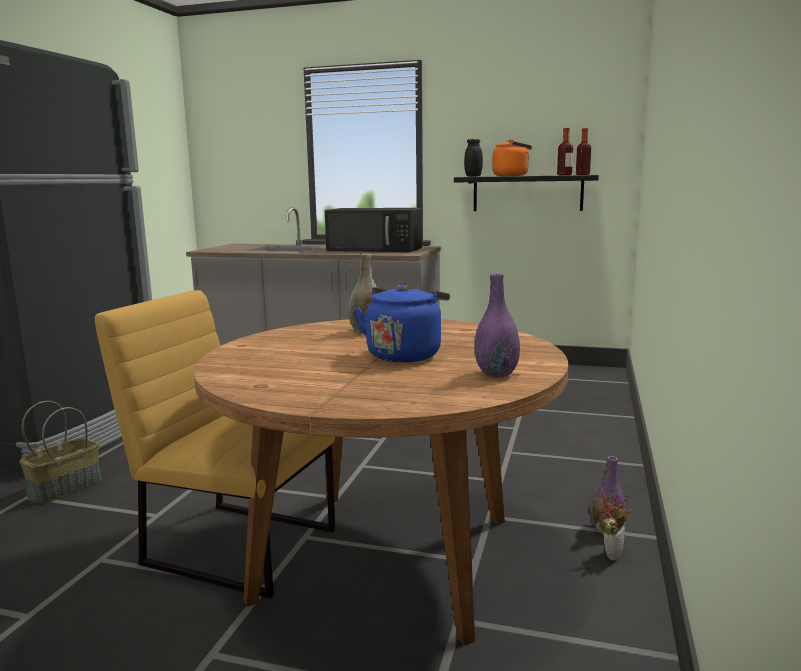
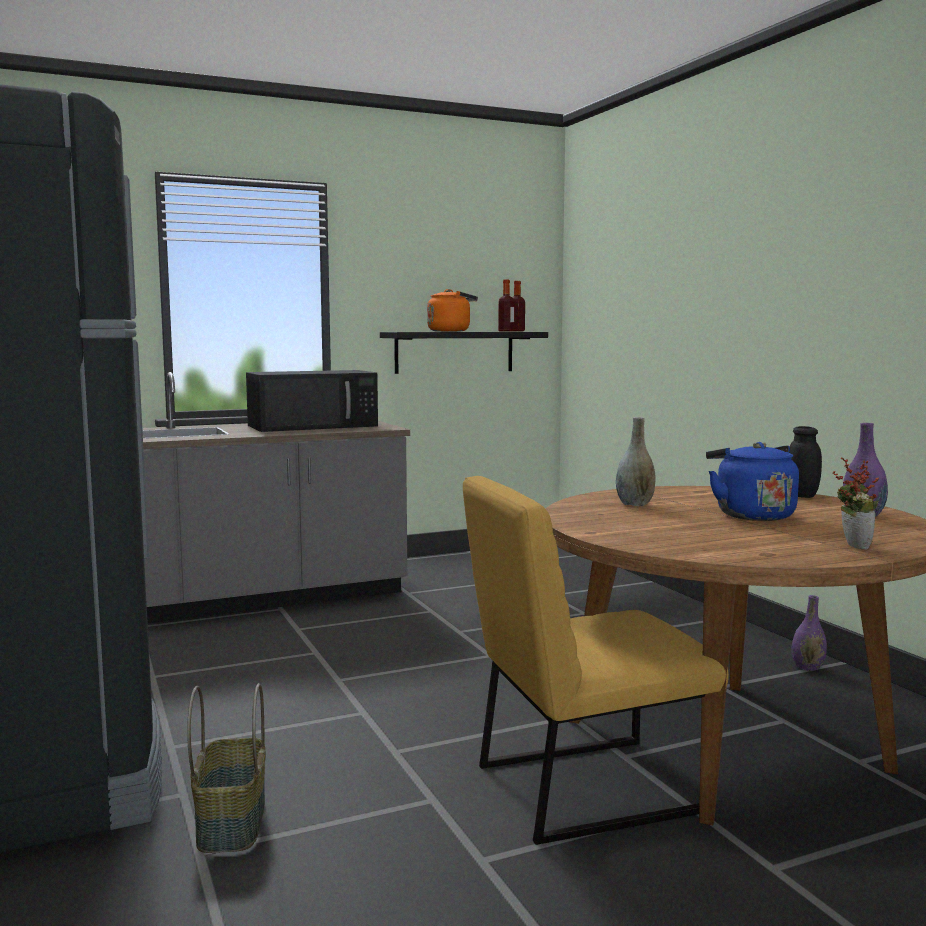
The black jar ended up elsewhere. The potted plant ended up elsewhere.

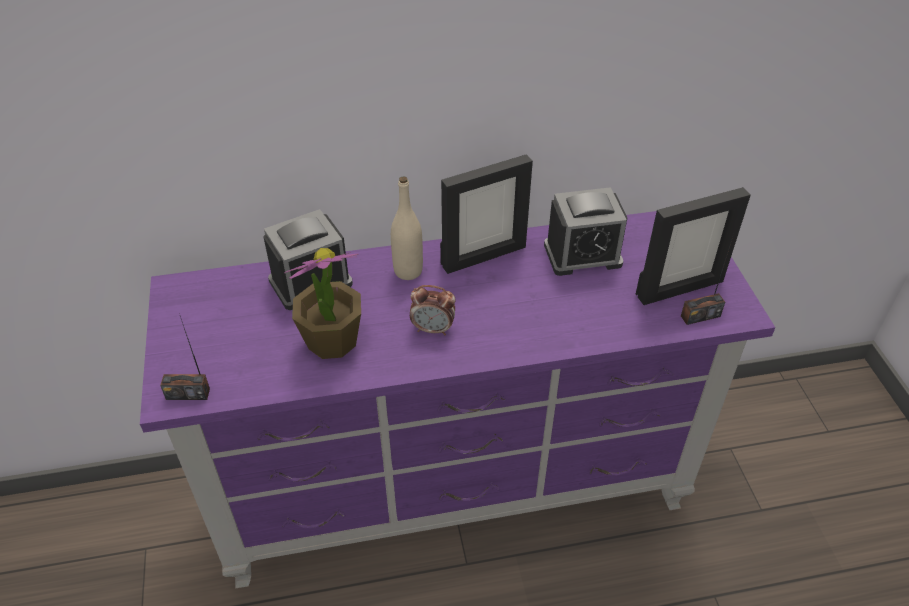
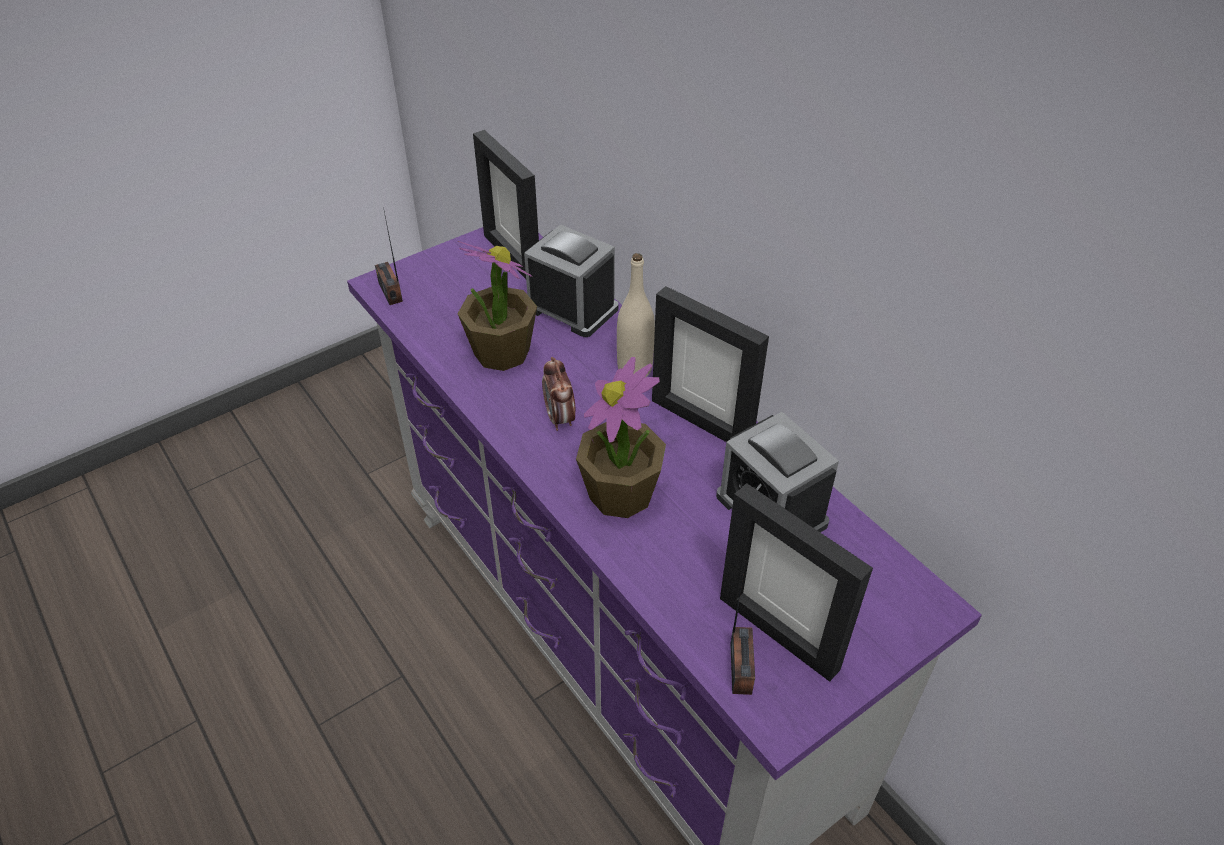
The radio (no. 2 from left) ended up facing another way, 135 degrees counterclockwise from before. The second view gained the picture frame (no. 1 from left). The second view gained the potted plant (no. 2 from left).

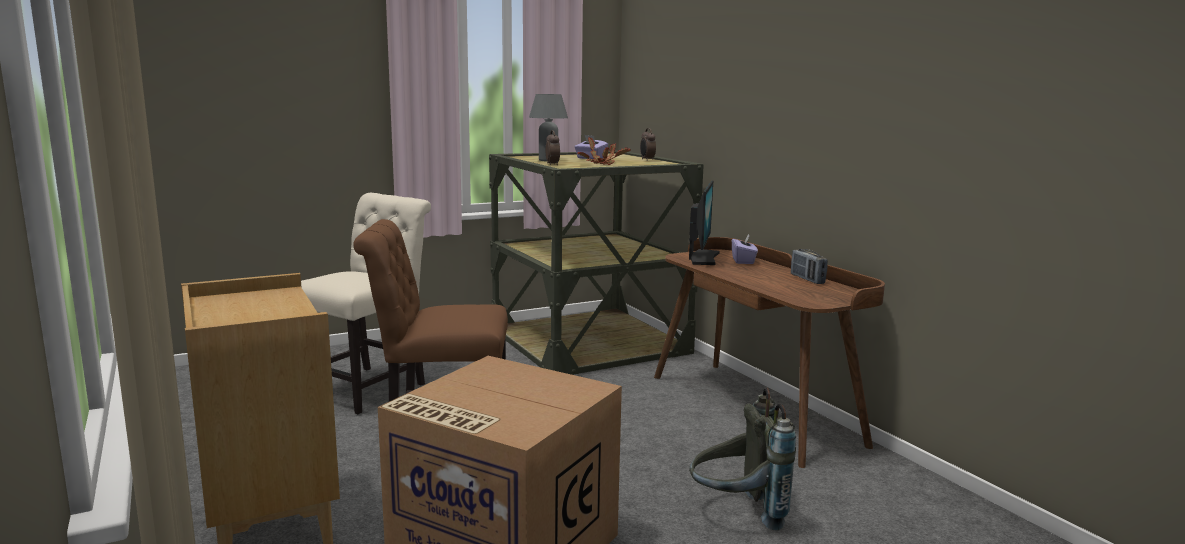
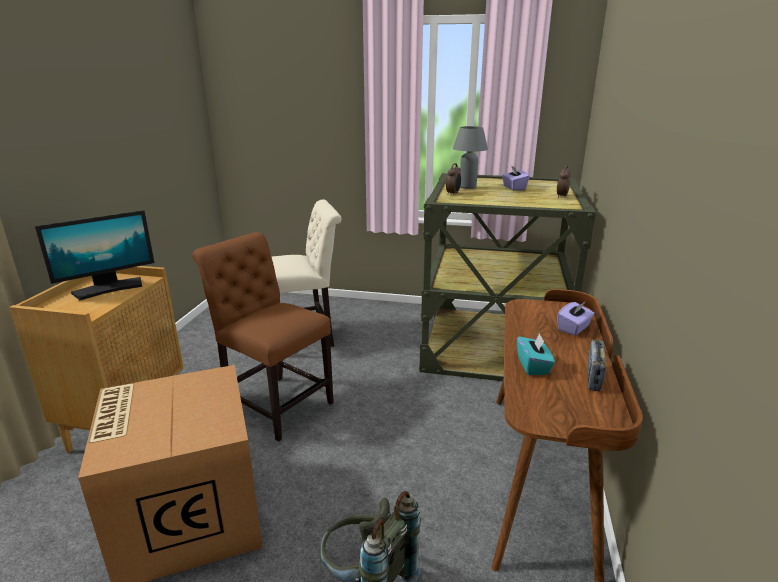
The second view lost the potted plant. The monitor ended up elsewhere. The second view gained the turquoise tissue box.

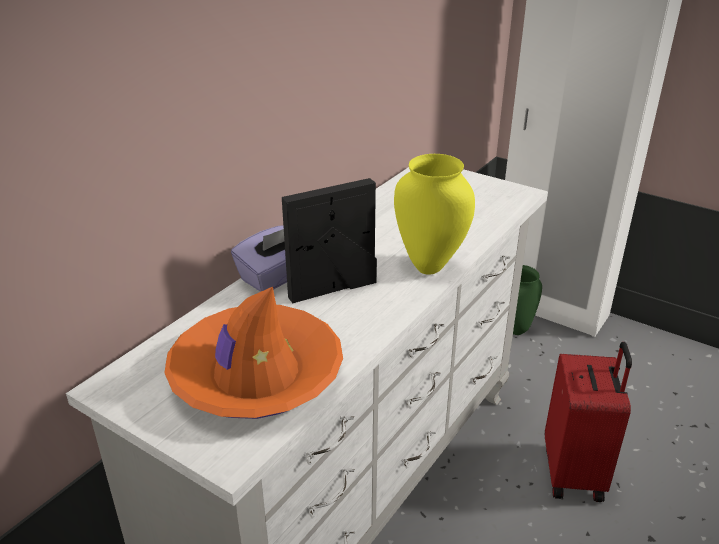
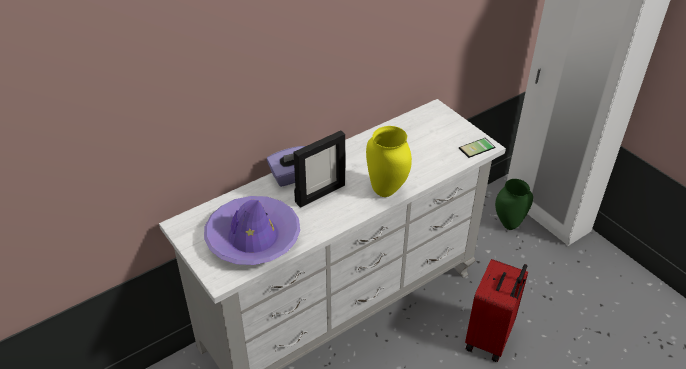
The picture frame ended up facing another way, 150 degrees clockwise from before. What was the orange hat turned into the purple hat. The second view gained the phone.

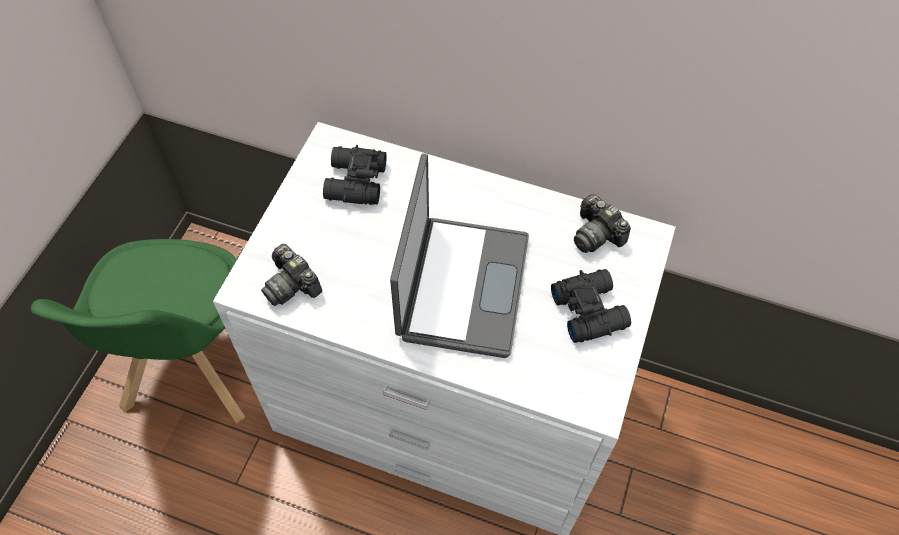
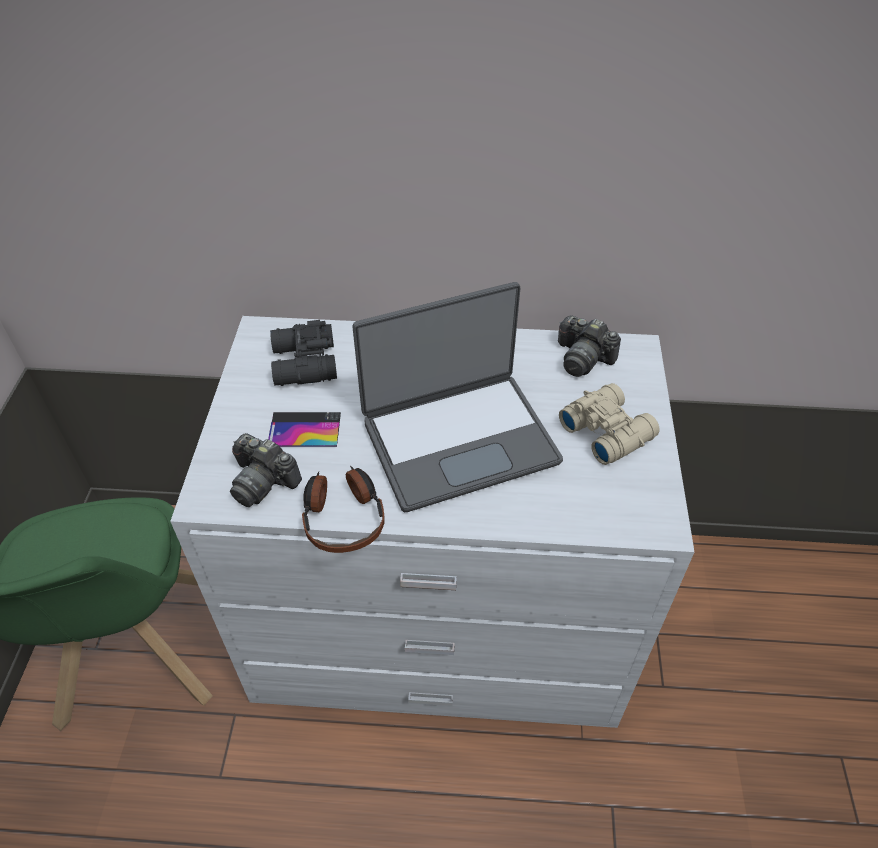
The laptop ended up facing another way, 75 degrees clockwise from before. What was the black binoculars (no. 2 from left) turned into the beige binoculars. The second view gained the phone. The second view gained the headphones.

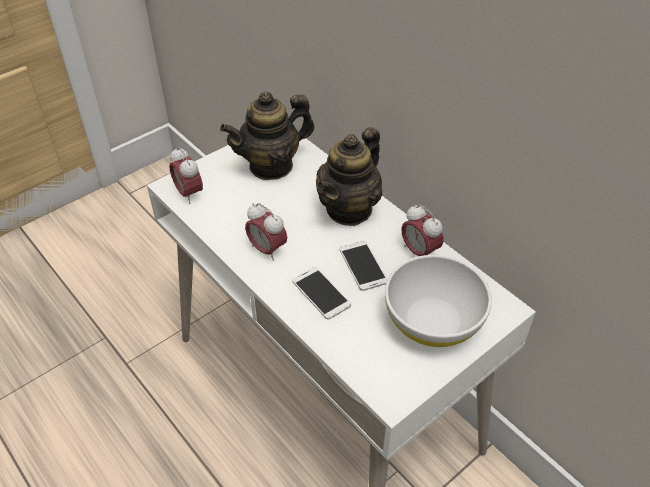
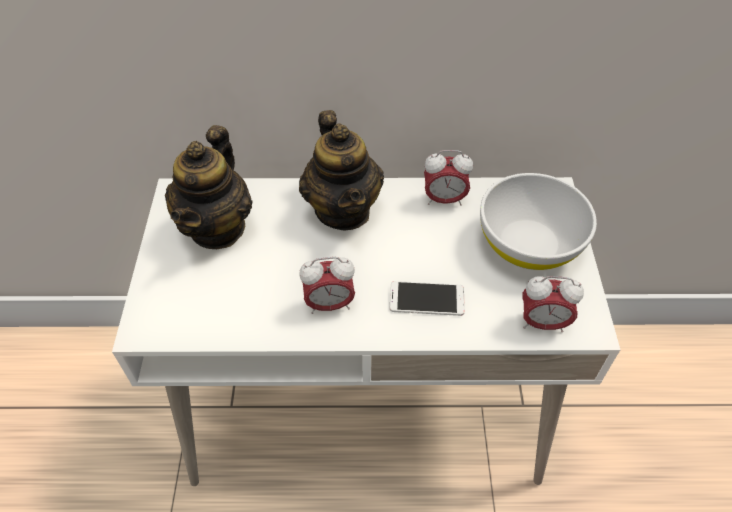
The alarm clock (no. 1 from left in the first image) ended up elsewhere. The second view lost the phone (no. 2 from left).

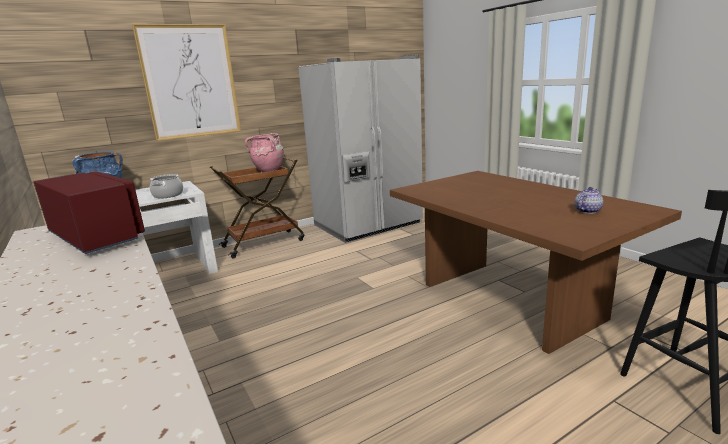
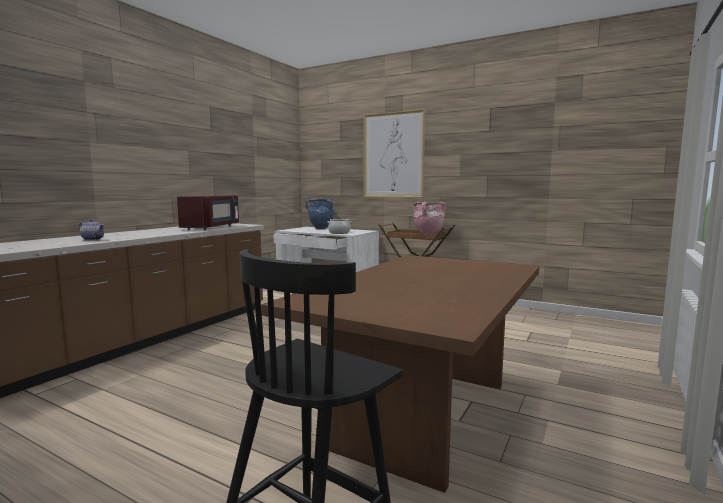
The second view lost the white fridge. The teapot ended up elsewhere.

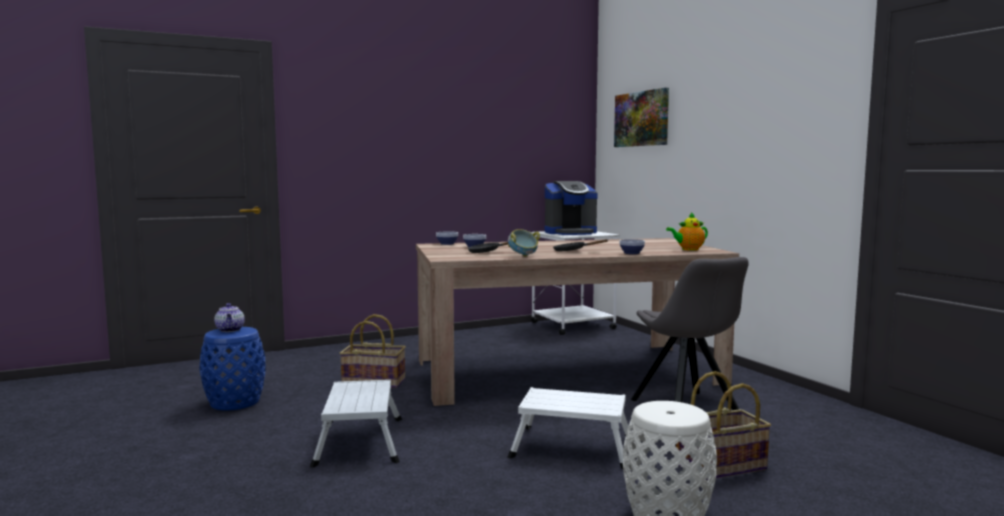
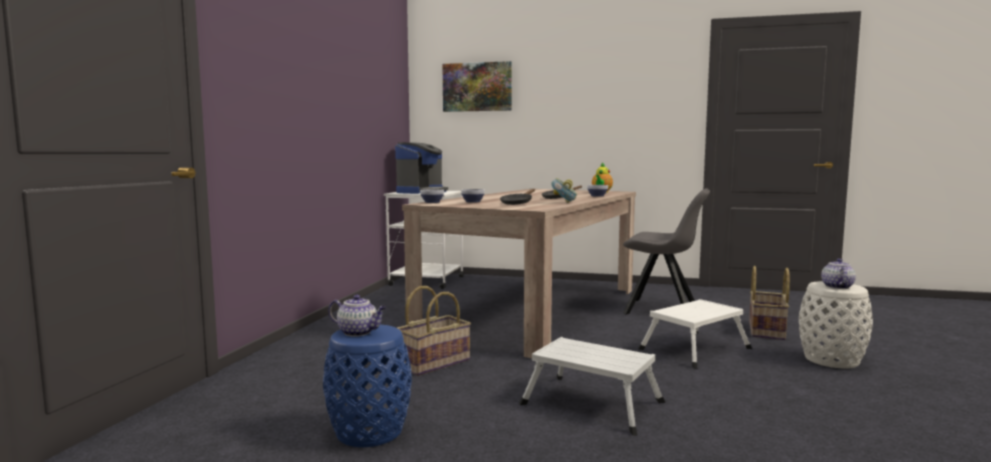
The second view gained the teapot (no. 3 from left).

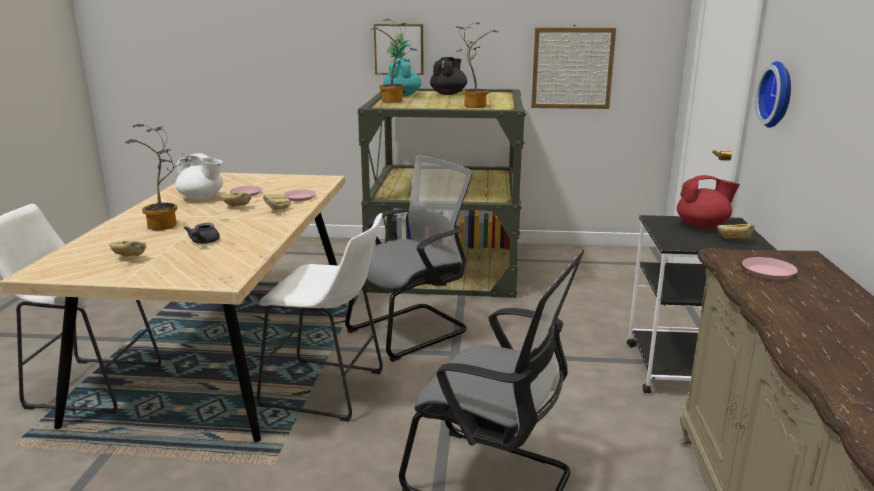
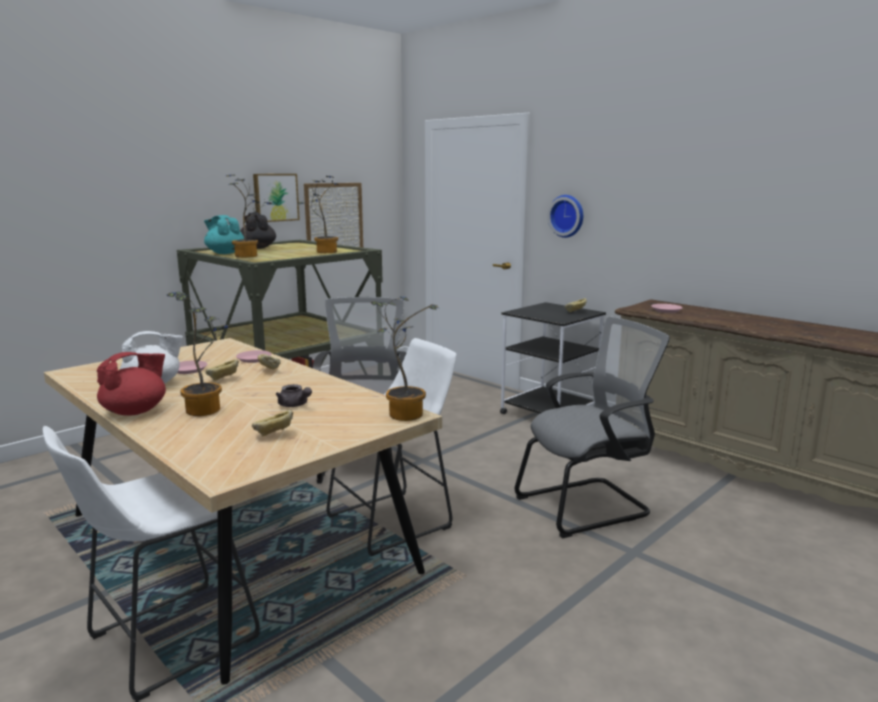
The picture (no. 1 from left) ended up elsewhere. The red teapot ended up elsewhere. The second view gained the potted plant (no. 4 from left).

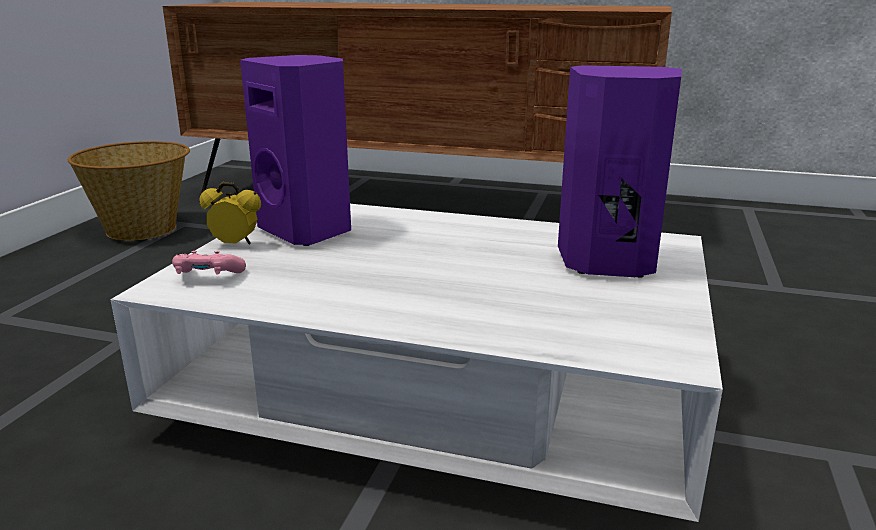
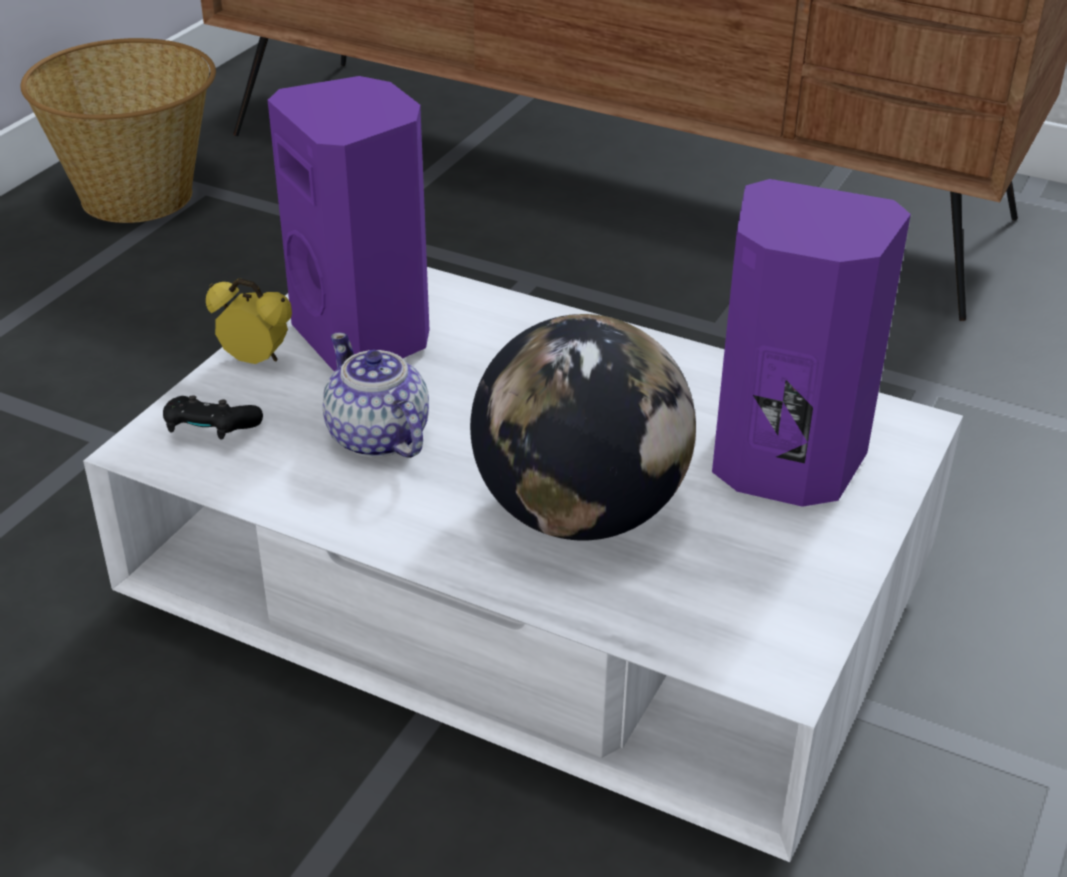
What was the pink game controller turned into the black game controller. The second view gained the globe. The second view gained the teapot.

